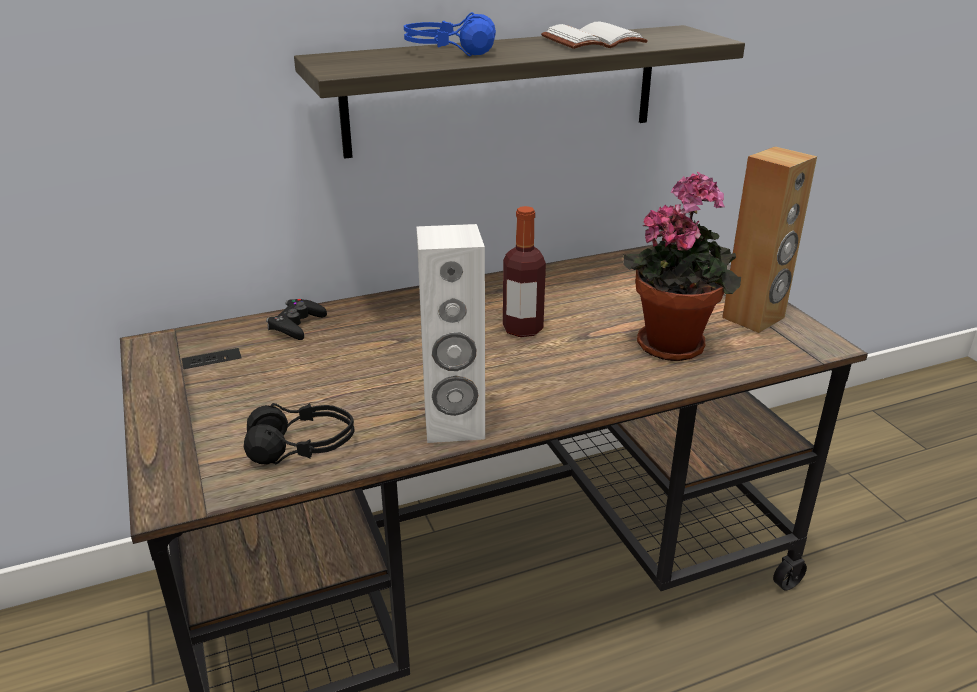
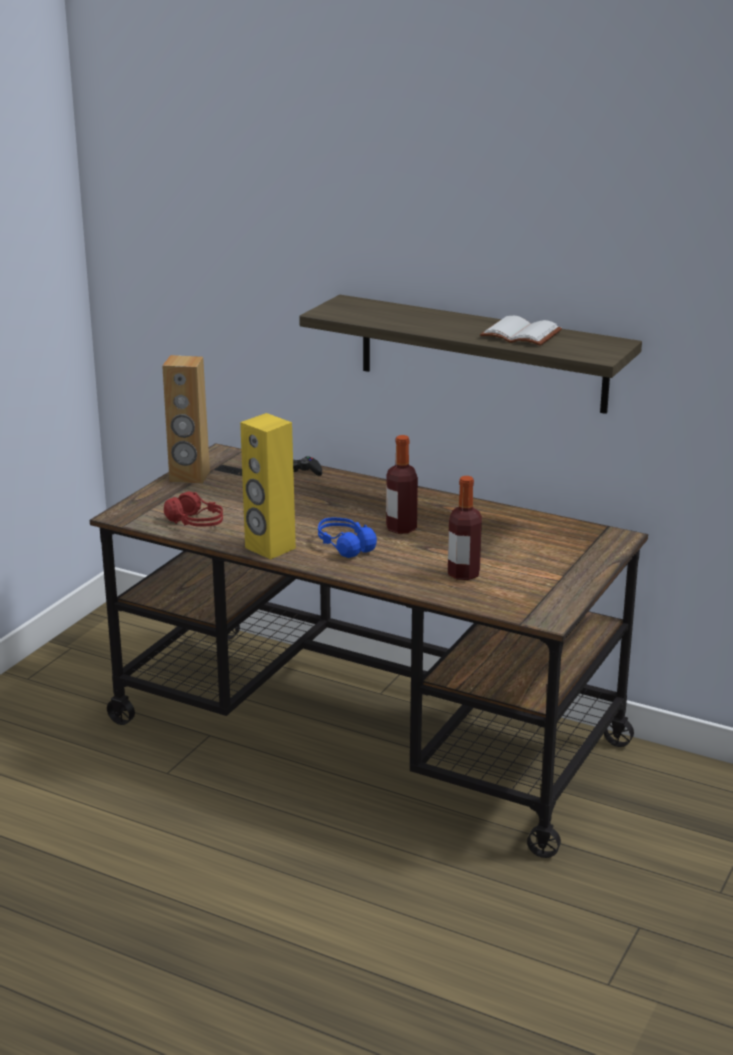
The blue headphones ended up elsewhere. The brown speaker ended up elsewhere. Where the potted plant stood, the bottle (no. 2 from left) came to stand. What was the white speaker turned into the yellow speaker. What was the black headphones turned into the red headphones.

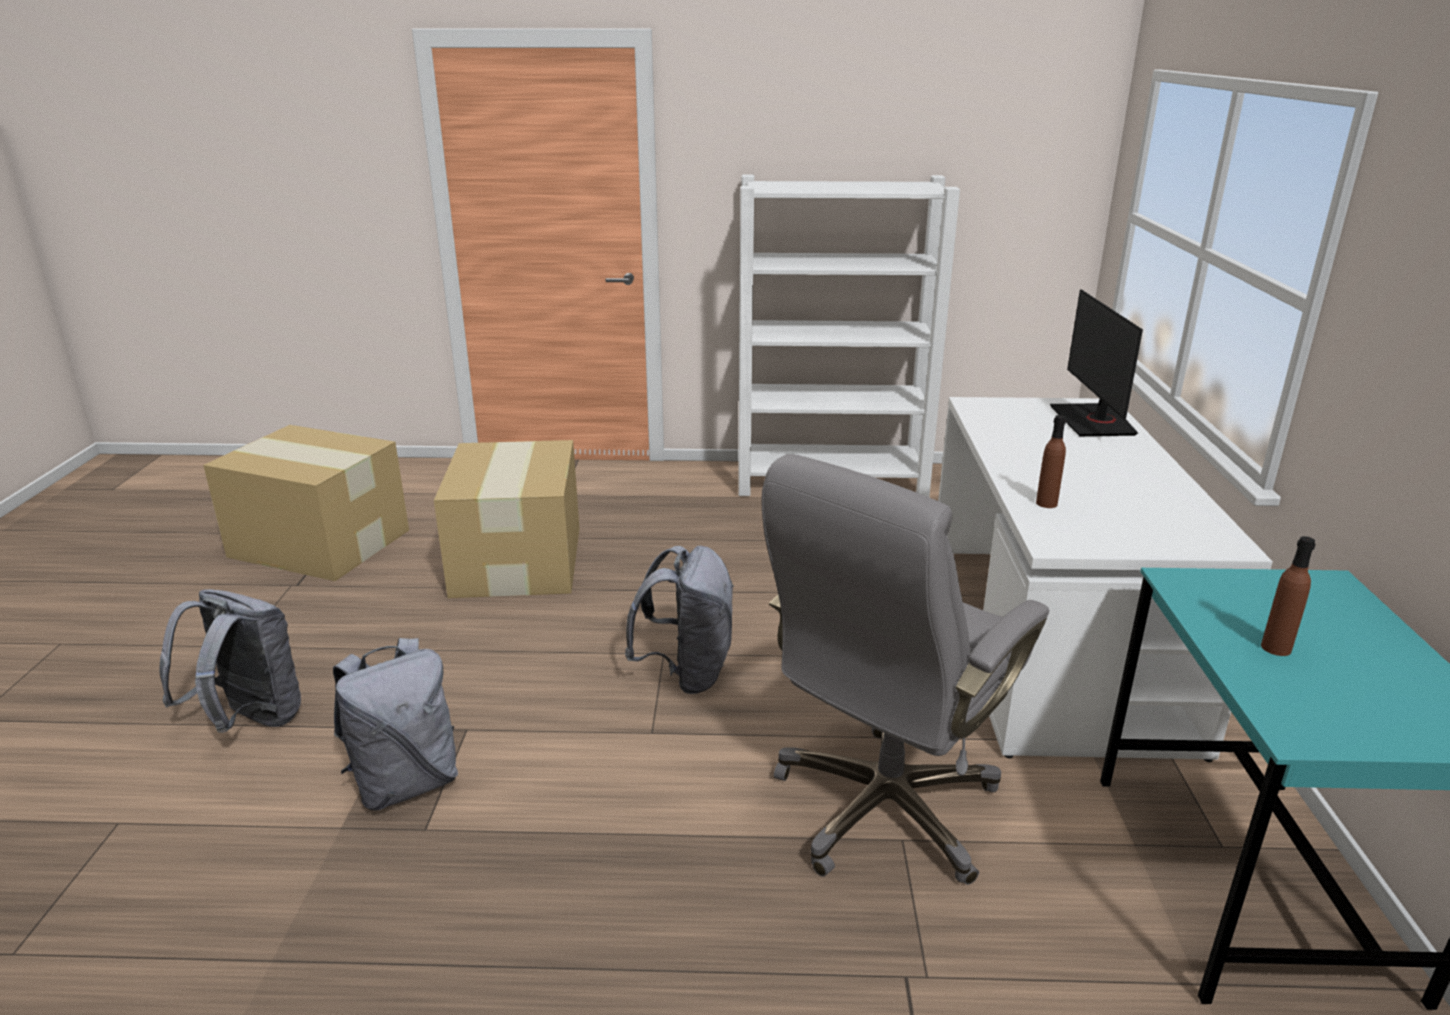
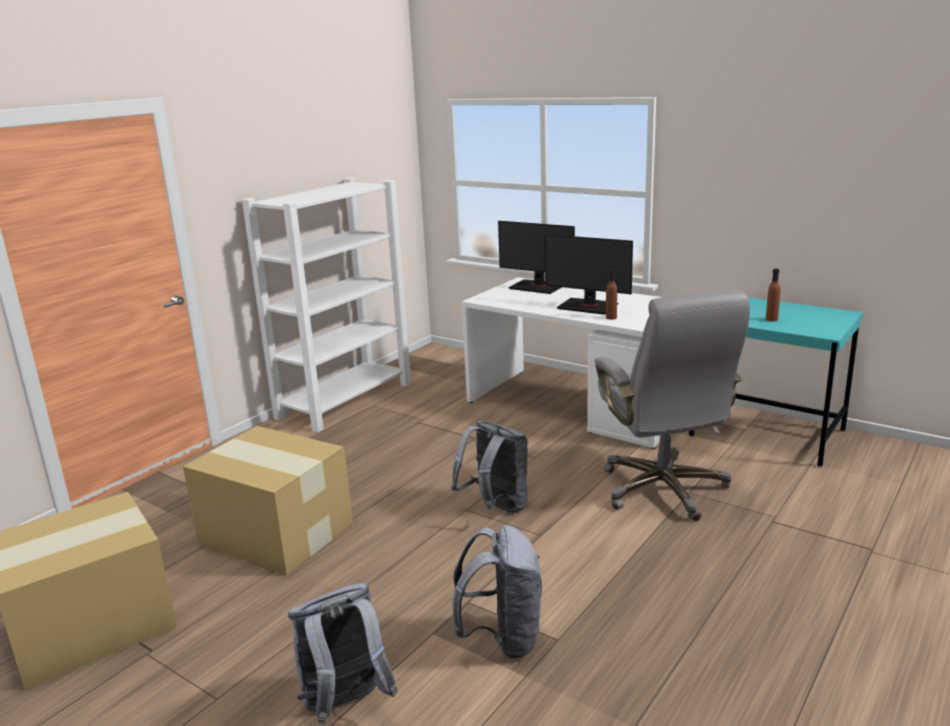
The second view gained the monitor (no. 2 from left).

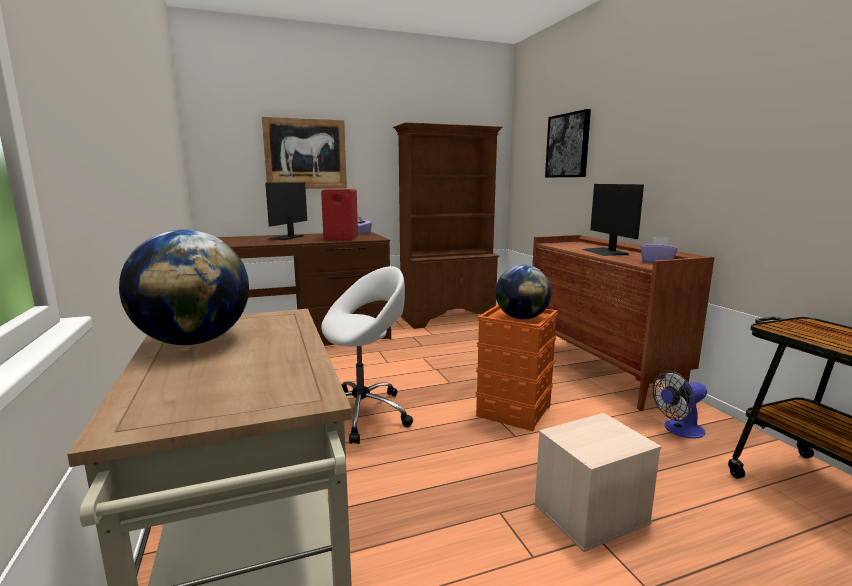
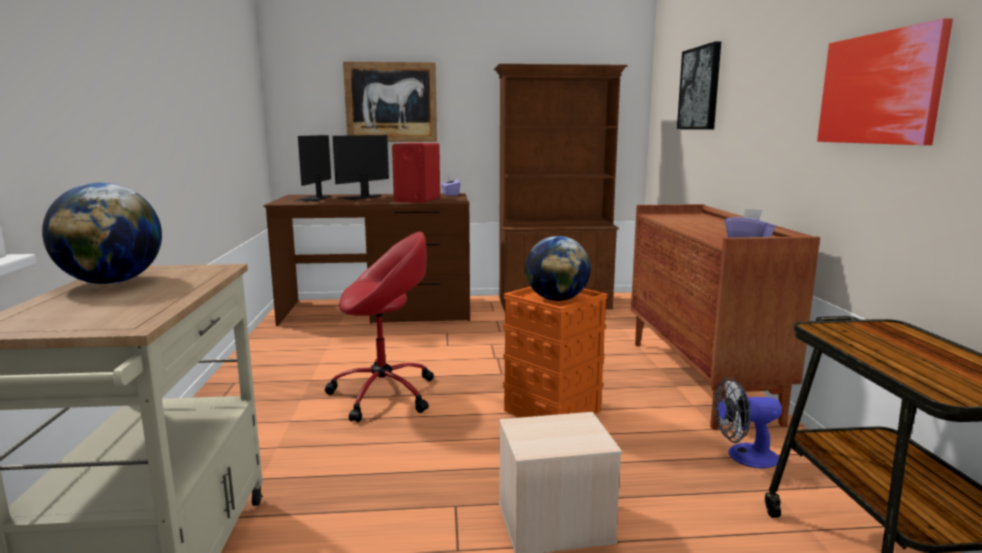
The monitor (no. 2 from left in the first image) ended up elsewhere. What was the white office chair turned into the red office chair. The second view gained the picture (no. 3 from left).

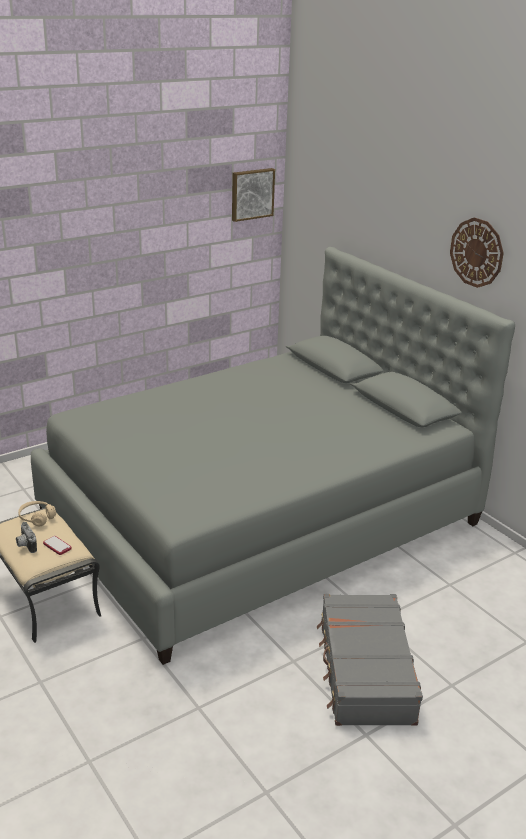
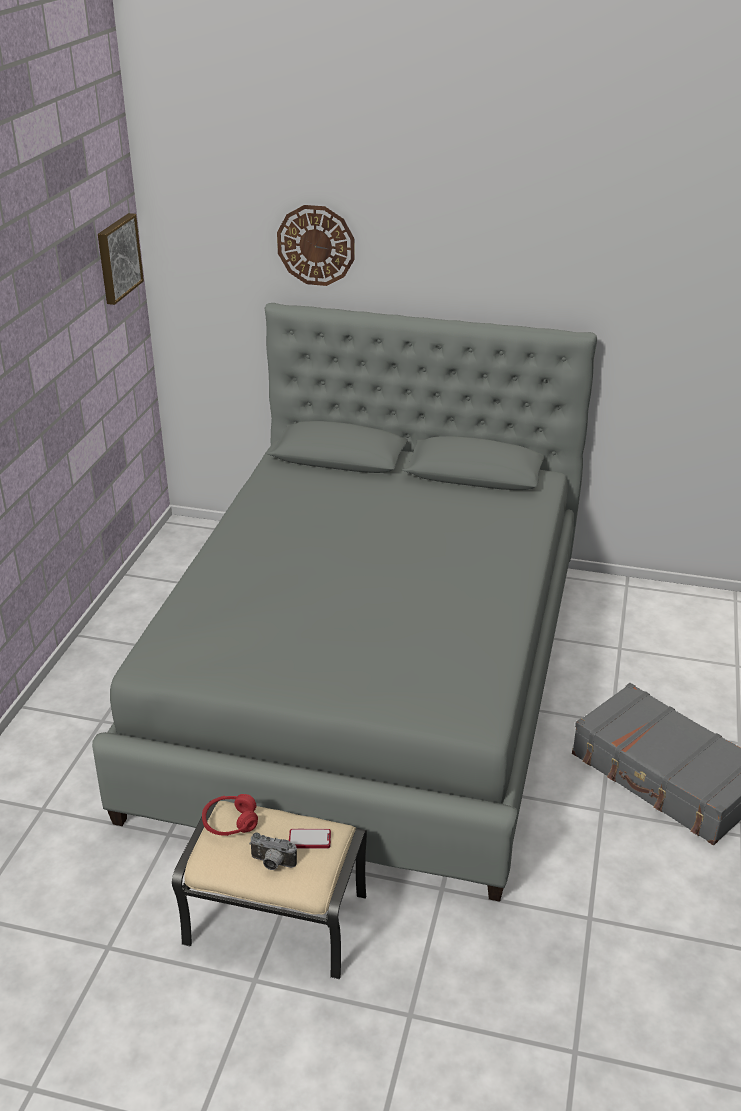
The wall clock ended up elsewhere. What was the beige headphones turned into the red headphones.

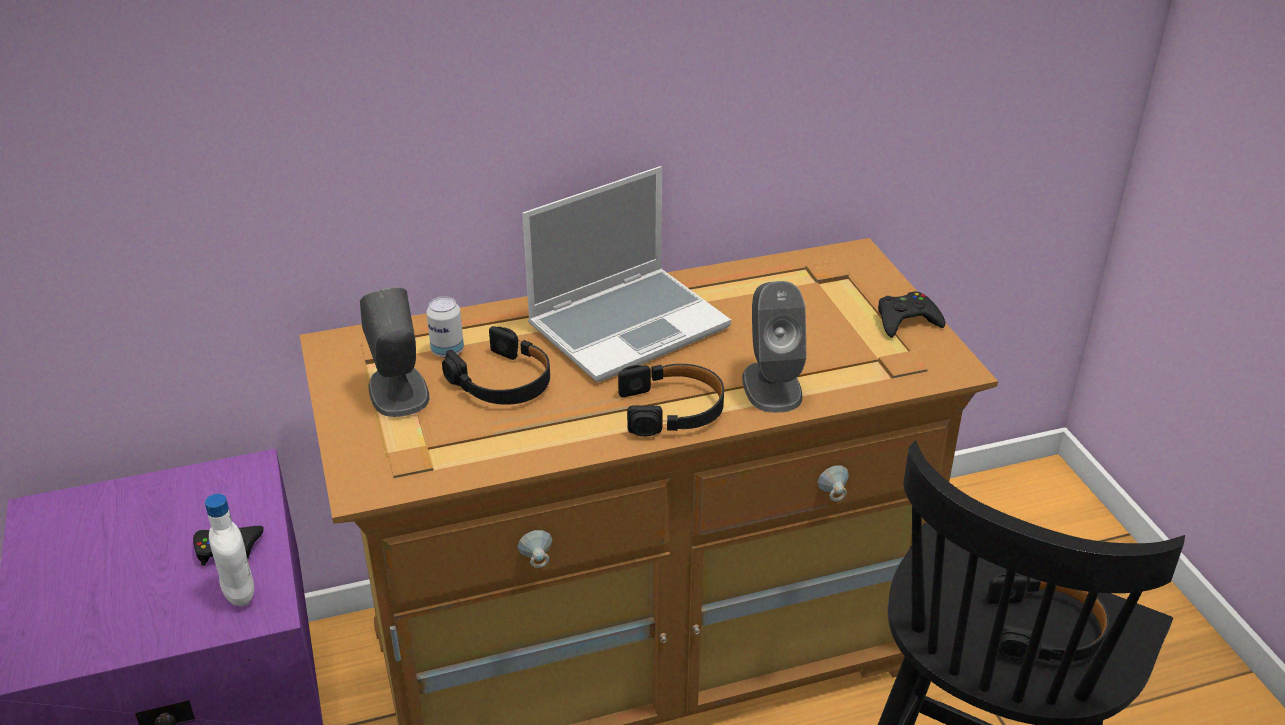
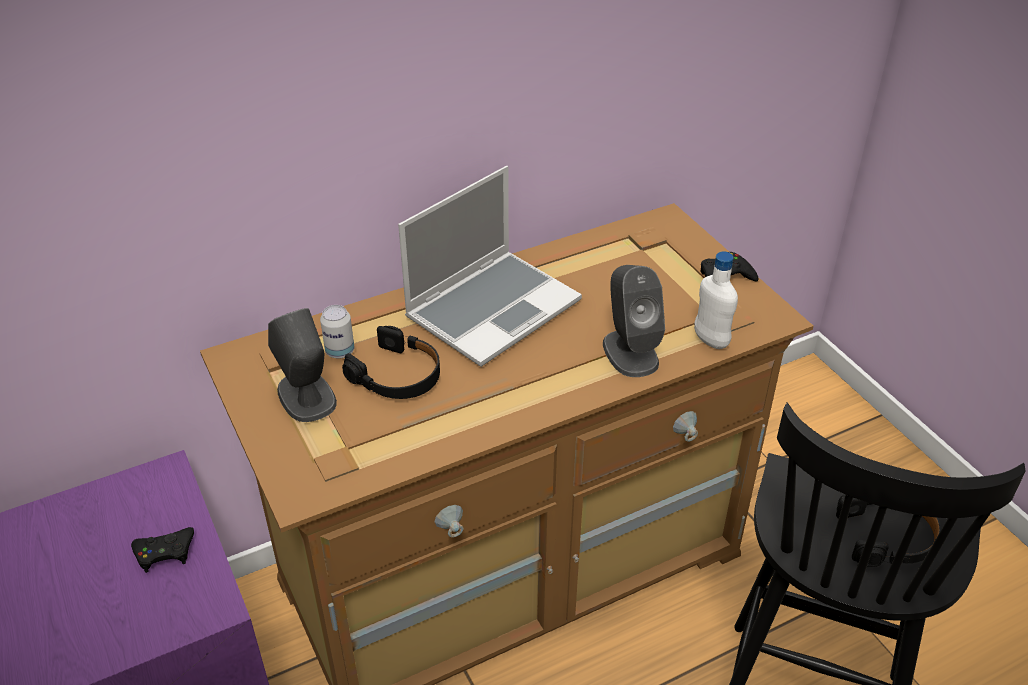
The second view lost the black headphones (no. 2 from left). The white bottle ended up elsewhere.

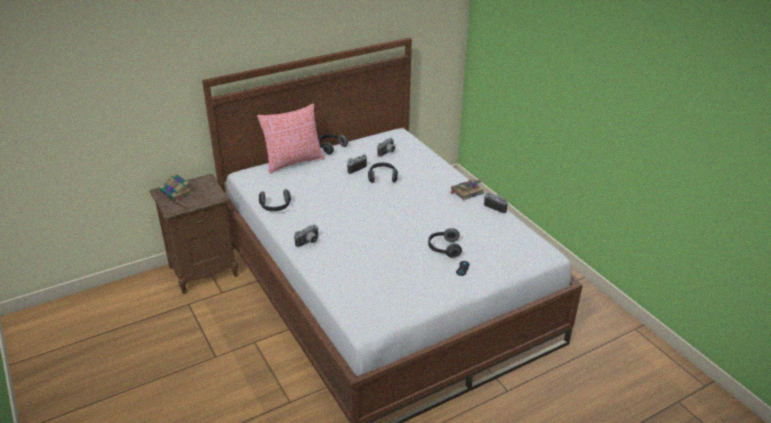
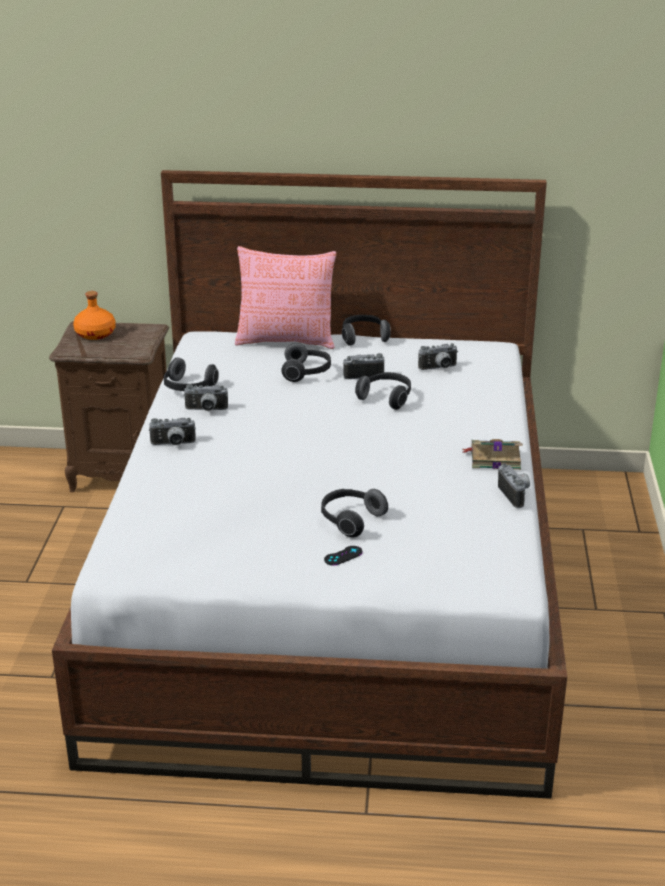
Where the book (no. 1 from left) stood, the orange bottle came to stand. The second view gained the headphones (no. 2 from left). The second view gained the photo camera (no. 2 from left).

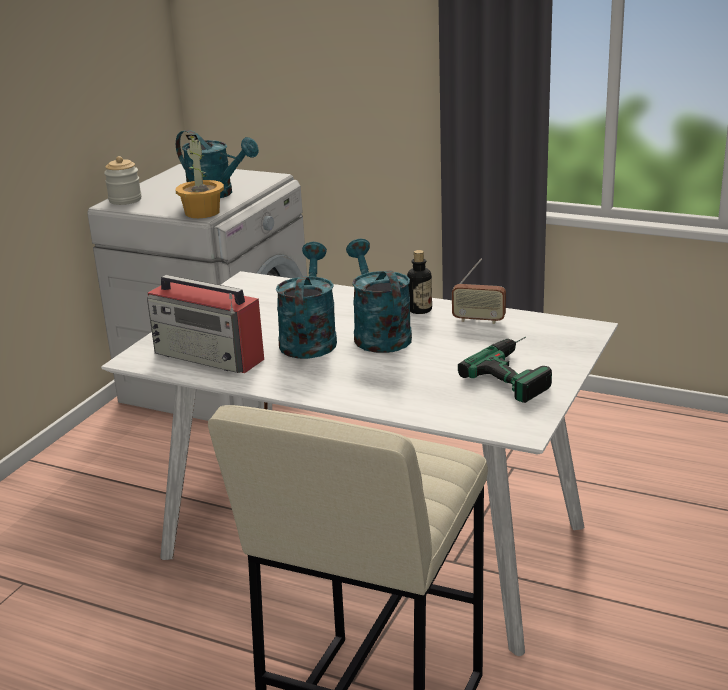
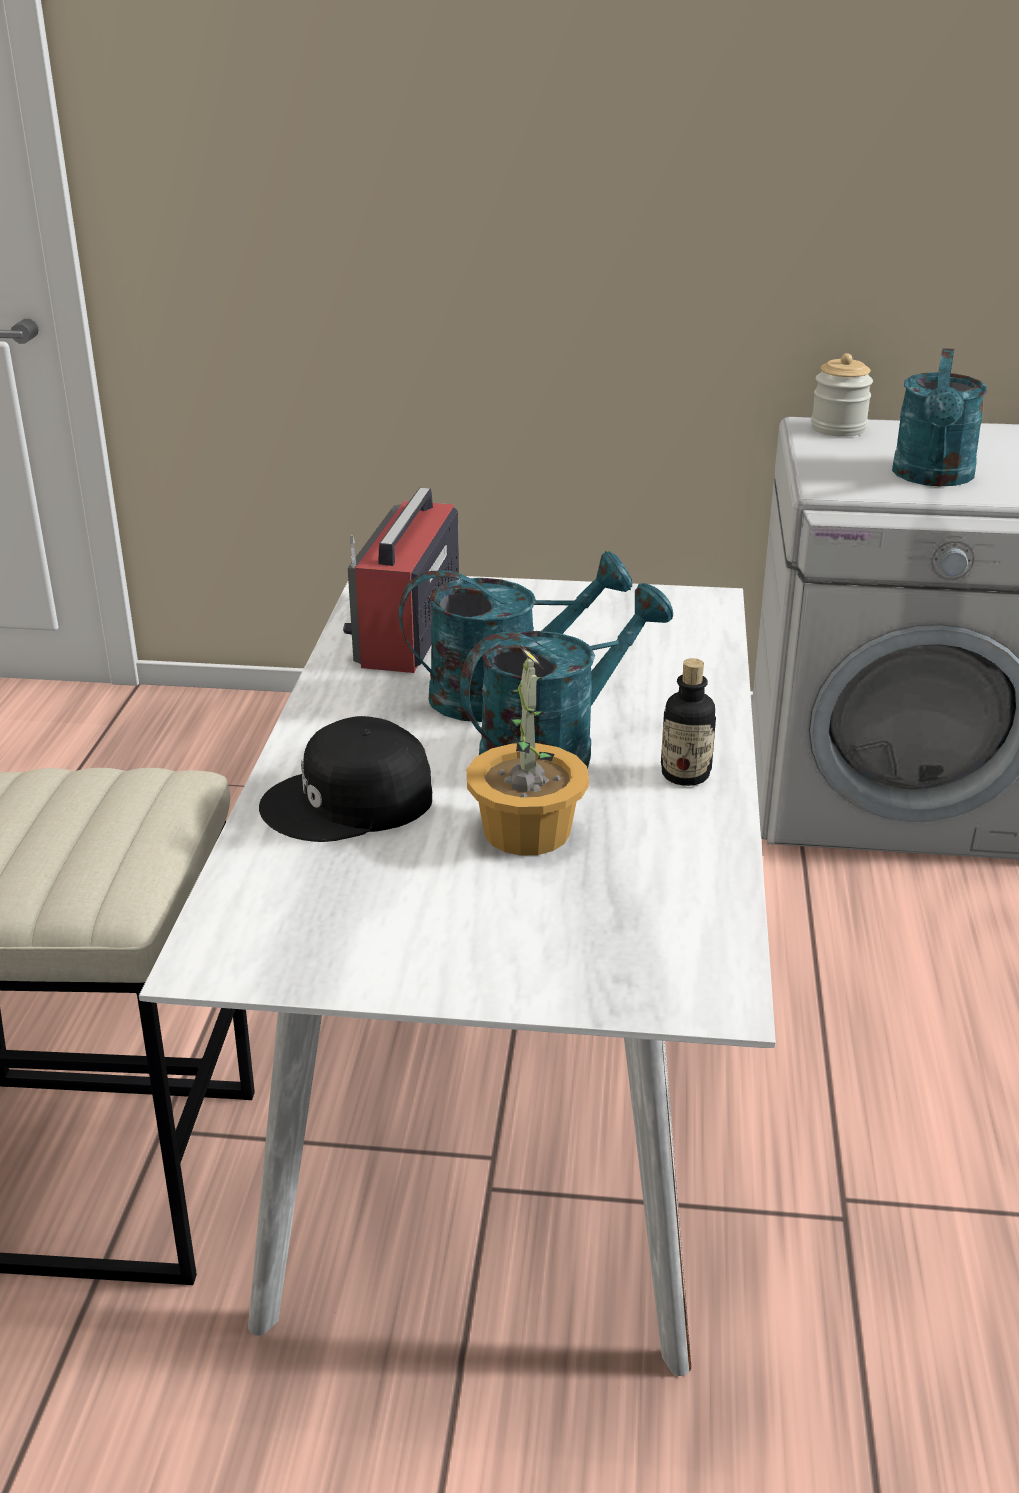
The potted plant ended up elsewhere. The second view lost the radio (no. 2 from left). The second view lost the power drill. The second view gained the black cap.

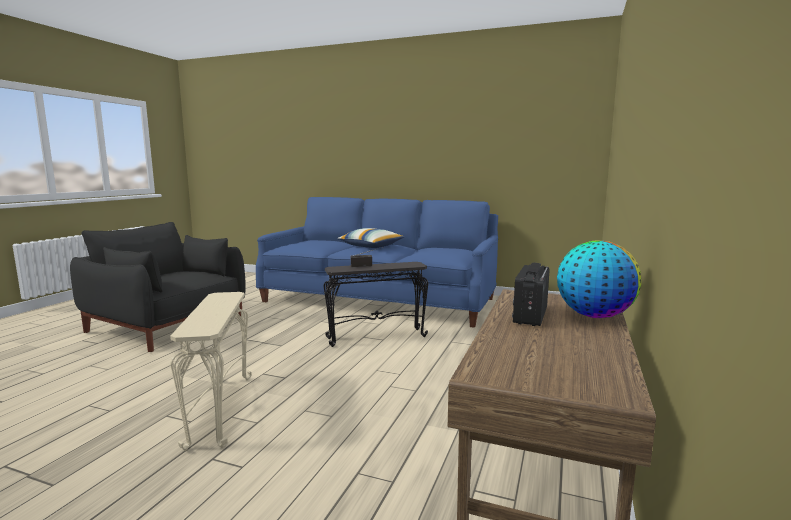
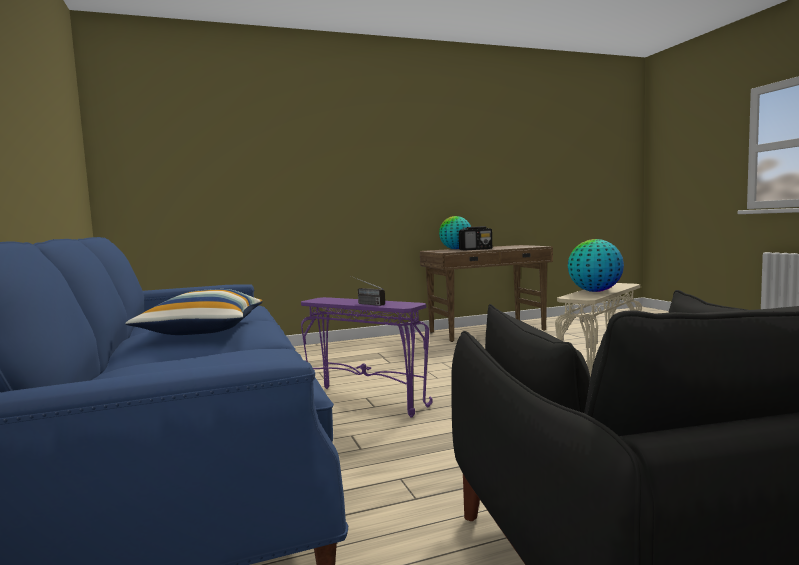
What was the black side table turned into the purple side table. The second view gained the globe (no. 2 from left).

